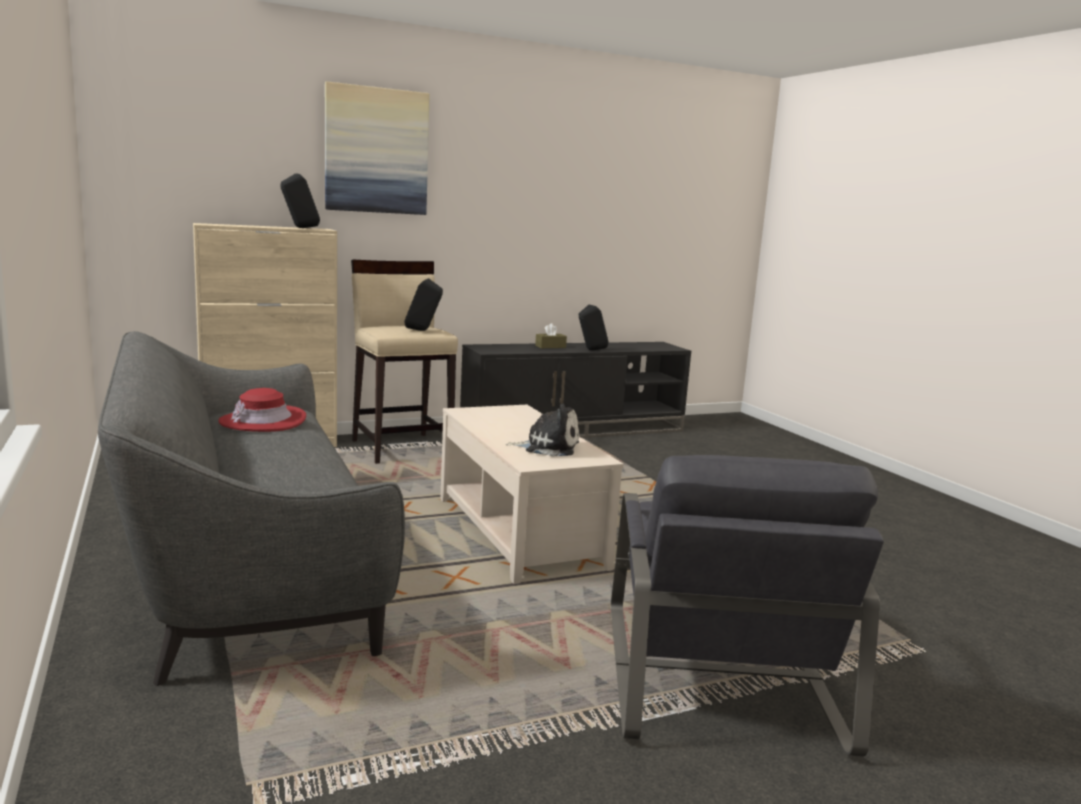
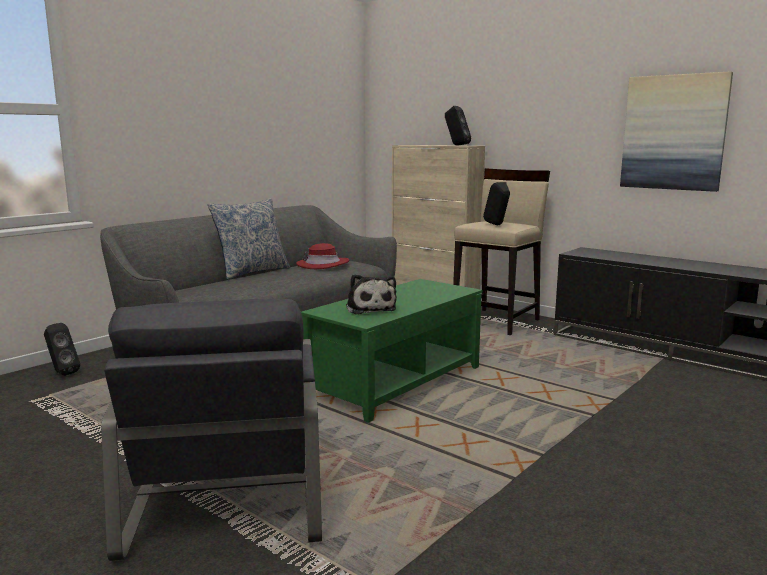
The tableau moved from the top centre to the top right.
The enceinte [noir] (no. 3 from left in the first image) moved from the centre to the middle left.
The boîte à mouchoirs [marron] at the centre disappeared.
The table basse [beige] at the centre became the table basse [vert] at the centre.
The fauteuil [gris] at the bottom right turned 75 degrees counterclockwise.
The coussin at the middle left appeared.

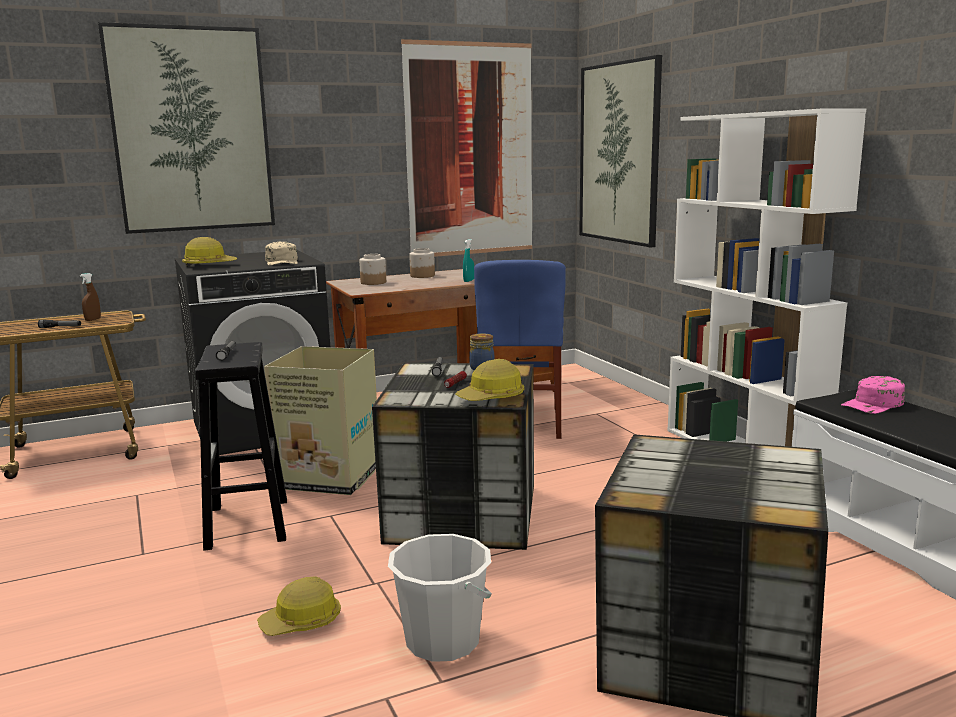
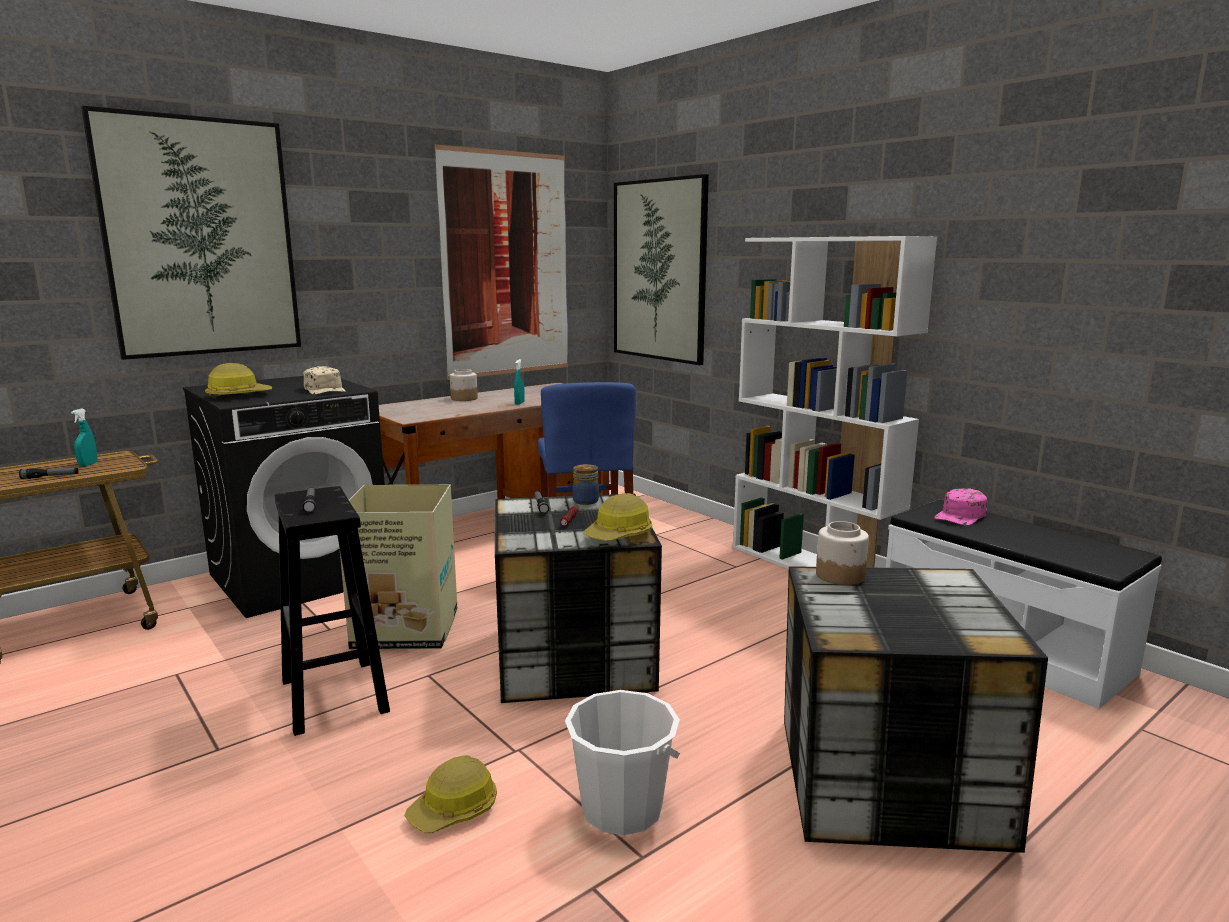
The bocal (no. 1 from left in the first image) moved from the centre to the middle right.
The vaporisateur [marron] at the middle left became the vaporisateur [turquoise] (no. 1 from left) at the middle left.

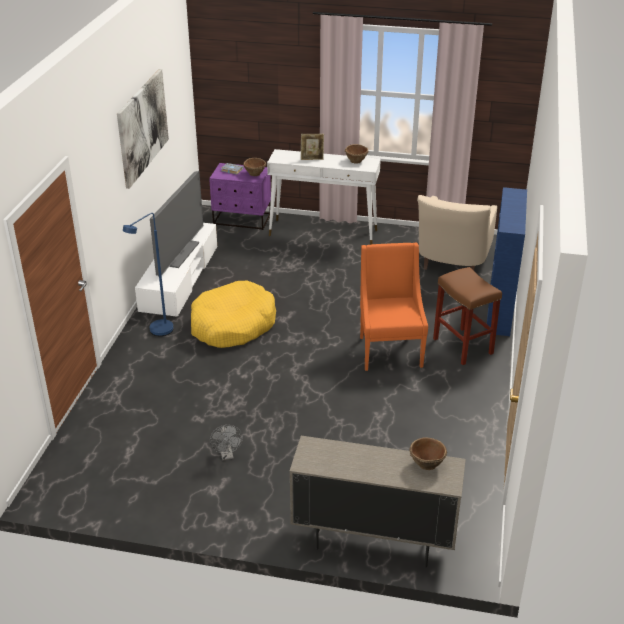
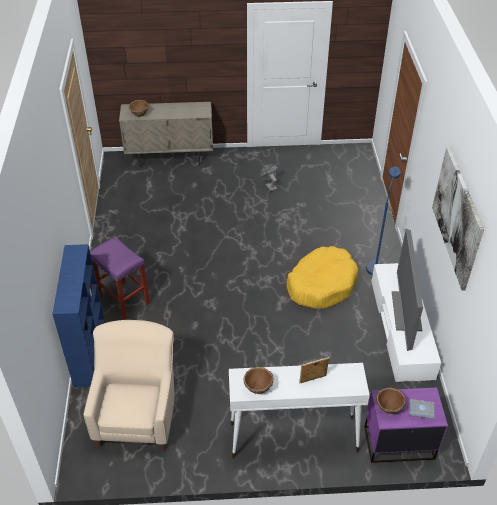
The fauteuil [orange] at the centre disappeared.
The tabouret [marron] at the middle right became the tabouret [violet] at the middle left.

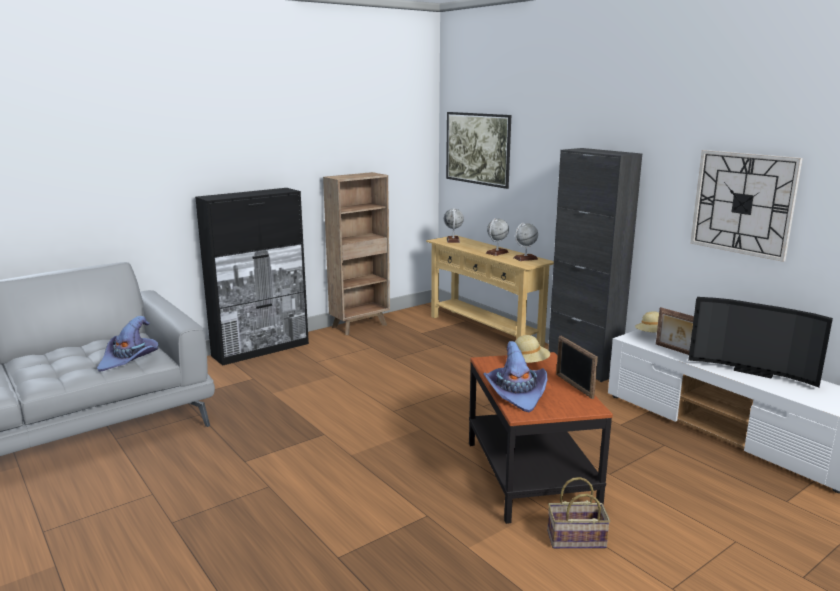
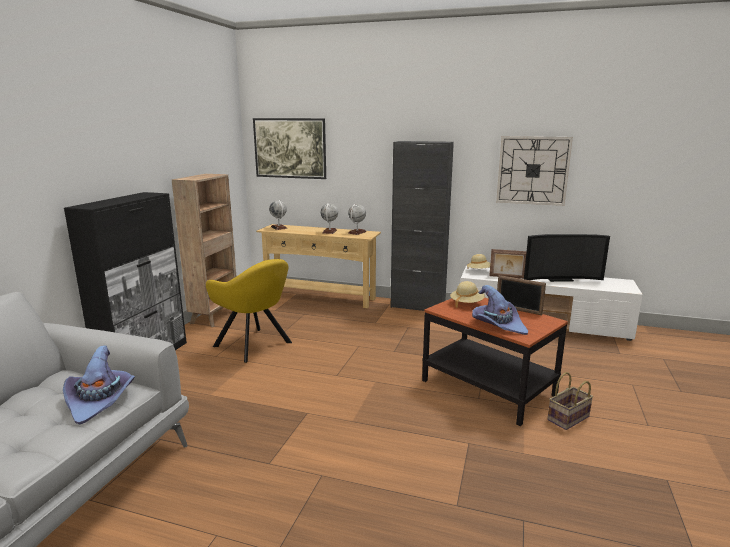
The fauteuil [jaune] at the centre appeared.

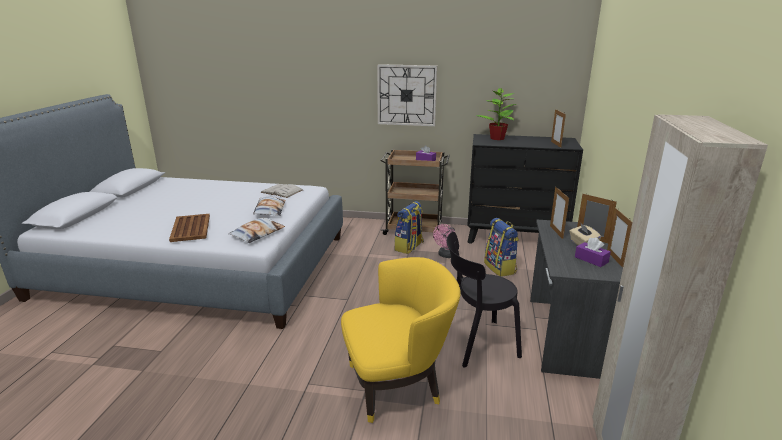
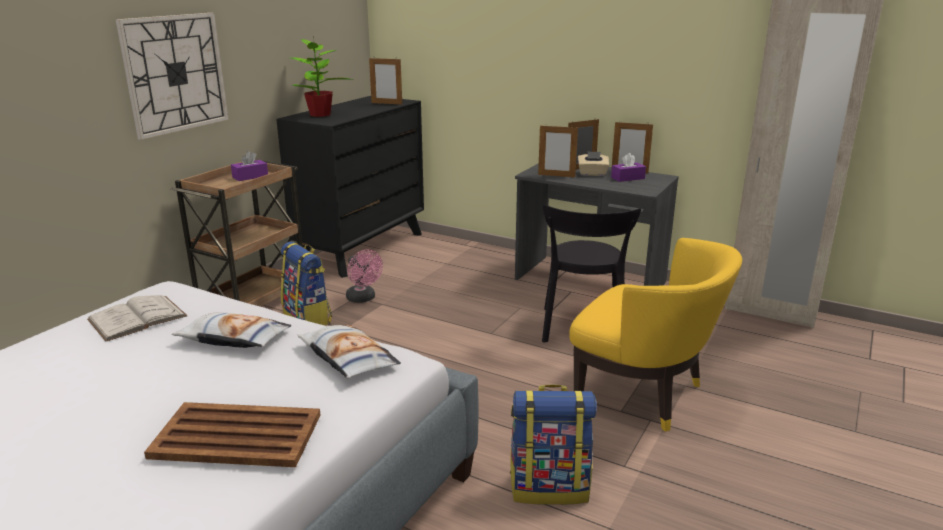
The sac à dos (no. 2 from left) moved from the centre to the bottom centre.
The fauteuil [jaune] at the bottom centre turned 120 degrees clockwise.

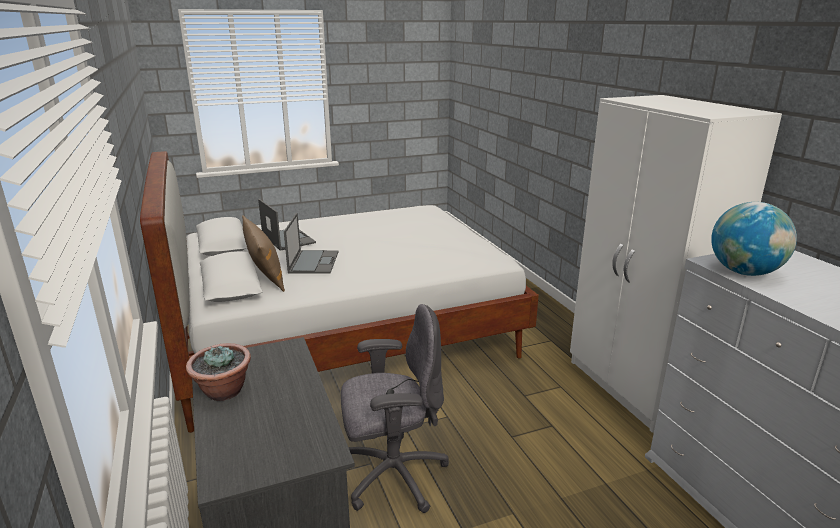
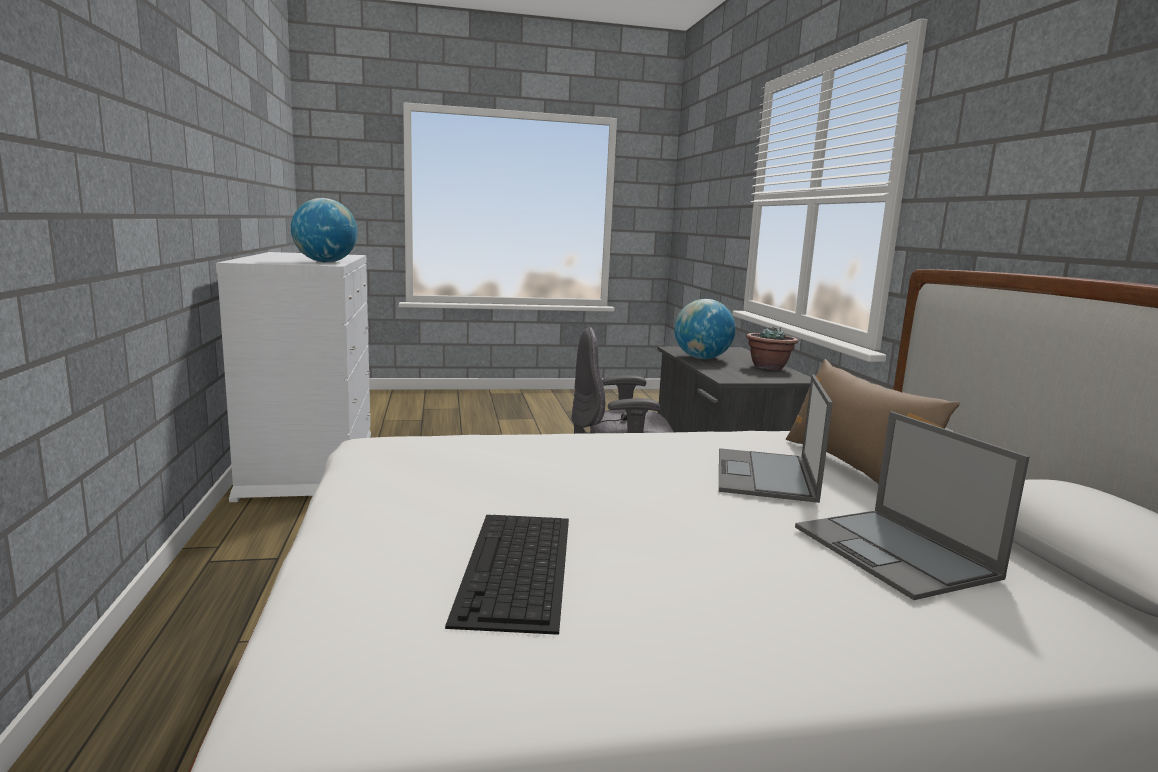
The armoire [blanc] at the middle right disappeared.
The globe (no. 2 from left) at the centre appeared.
The clavier at the bottom centre appeared.

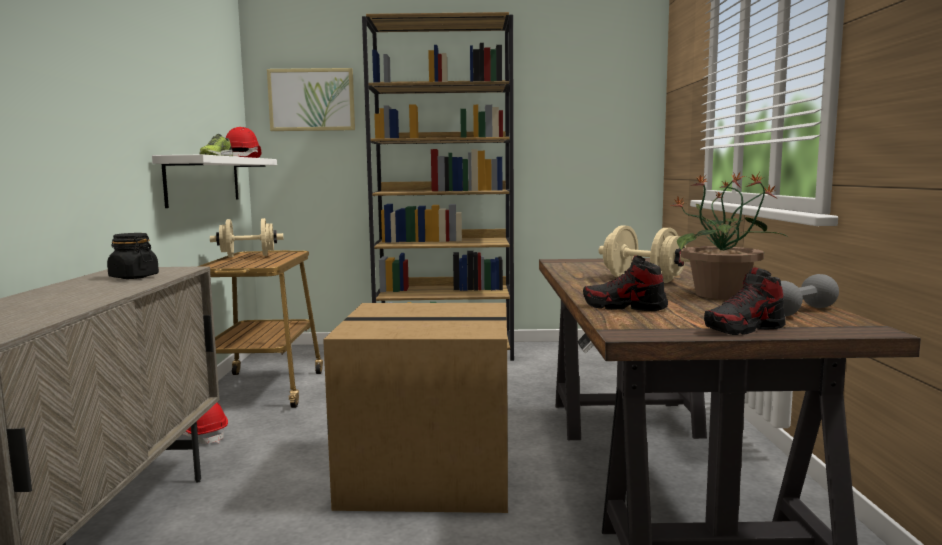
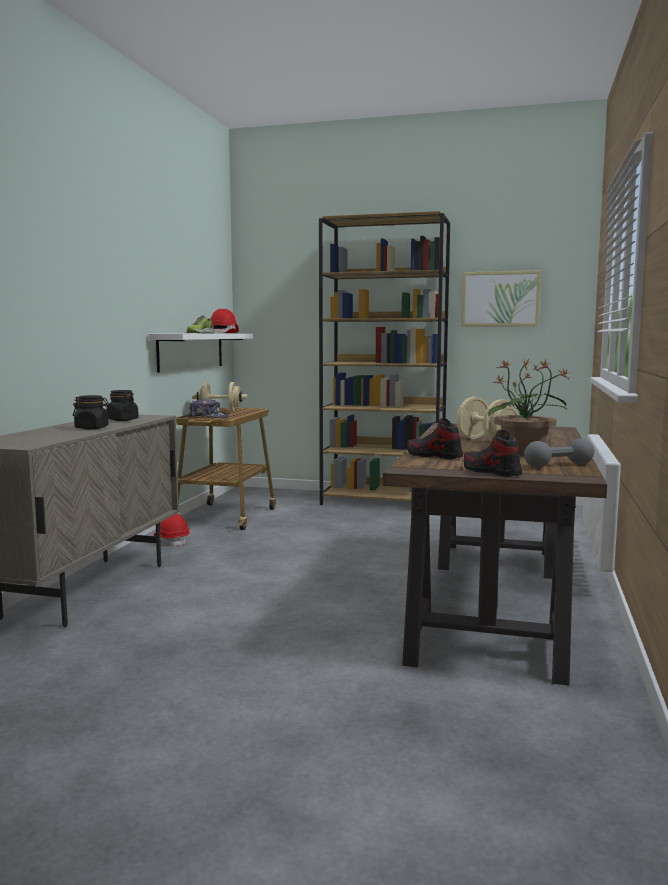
The tableau moved from the top left to the middle right.
The chaussure (no. 3 from left) at the middle right turned 60 degrees clockwise.
The carton at the bottom centre disappeared.
The bocal [noir] (no. 1 from left) at the middle left appeared.
The casquette at the middle left appeared.

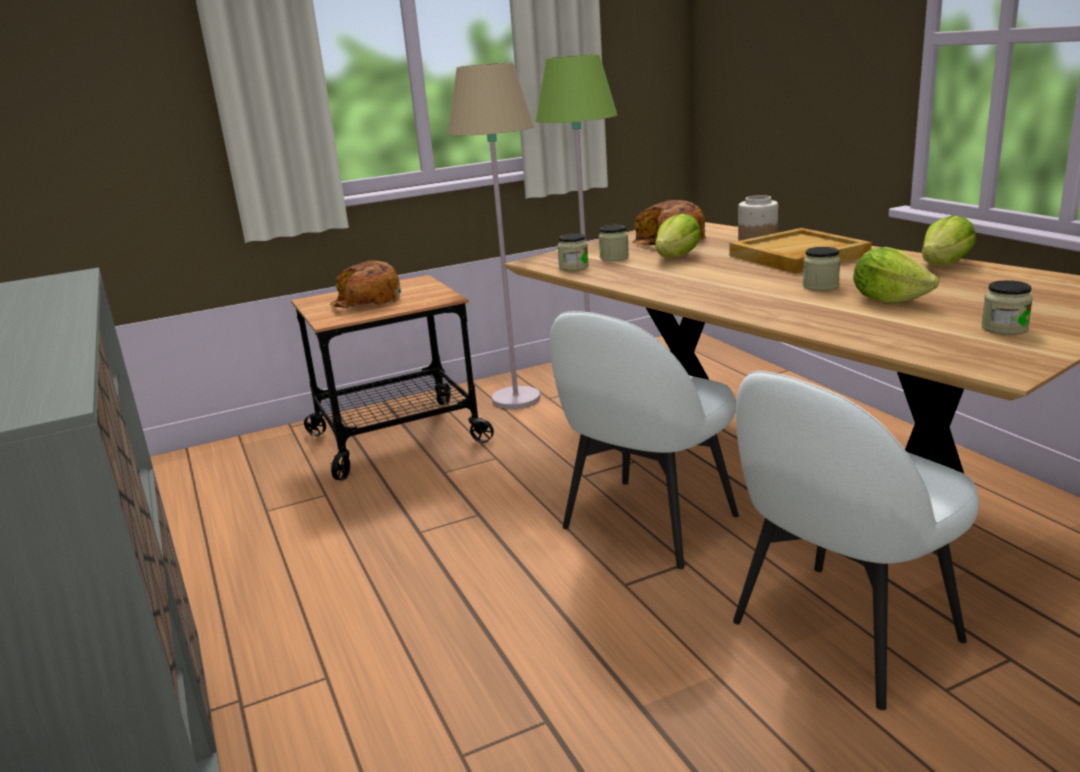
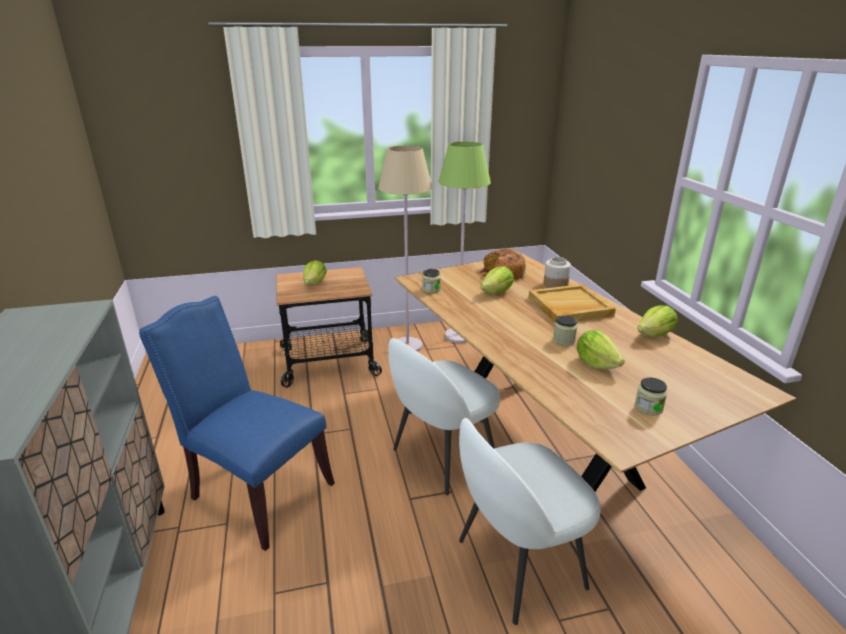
The bocal (no. 2 from left) at the top centre disappeared.
The pain (no. 1 from left) at the centre was replaced by the laitue (no. 1 from left) at the centre.
The chaise [bleu] at the bottom left appeared.

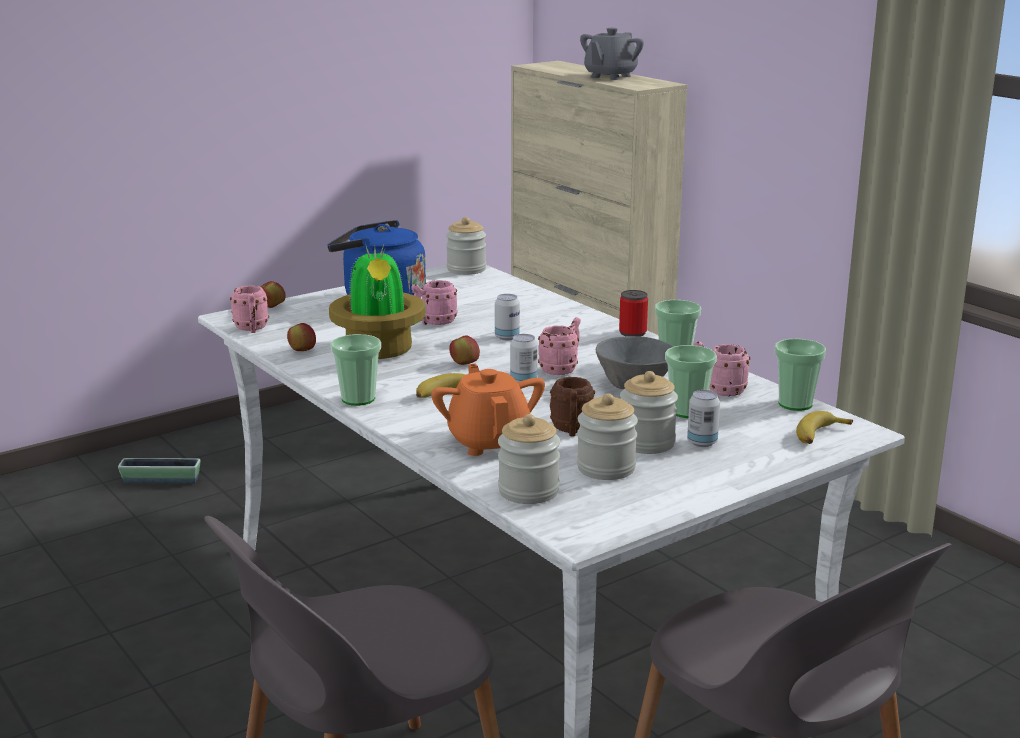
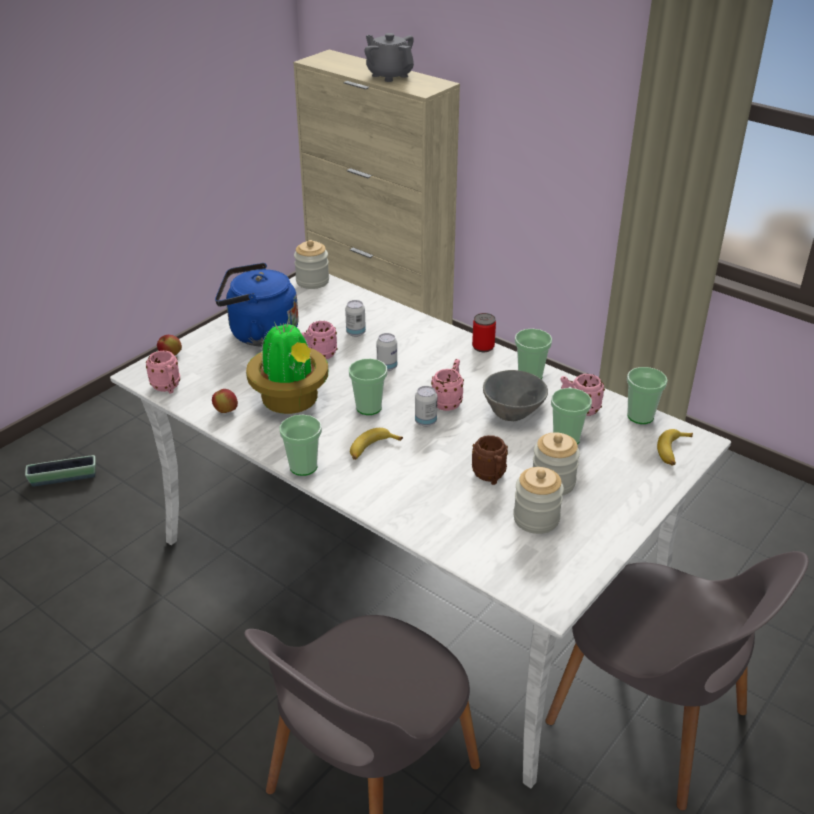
The théière [gris] at the top centre turned 120 degrees clockwise.
The pomme (no. 3 from left) at the centre was replaced by the tasse (no. 2 from left) at the centre.
The théière [orange] at the centre disappeared.
The boîte métallique (no. 4 from left in the first image) moved from the middle right to the centre.
The bocal (no. 2 from left) at the centre disappeared.

